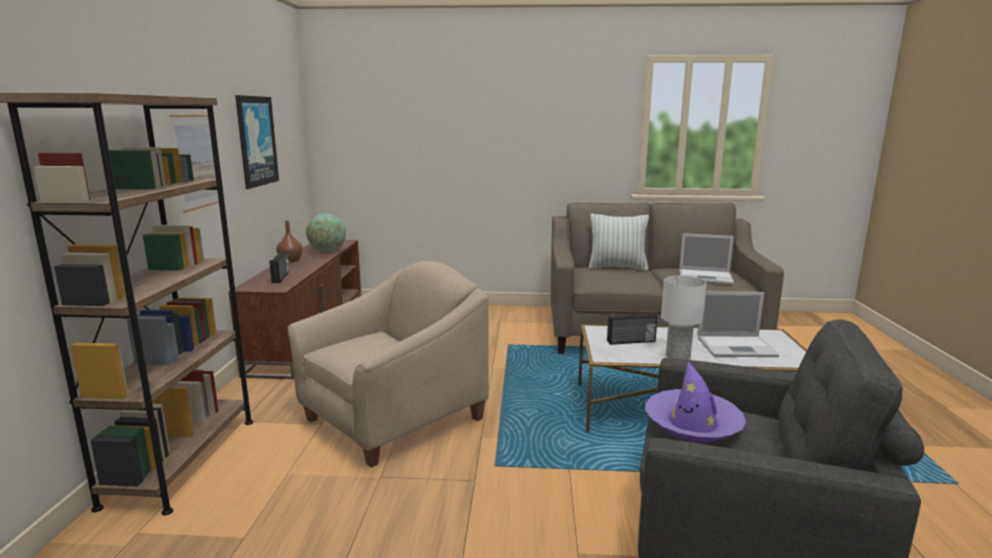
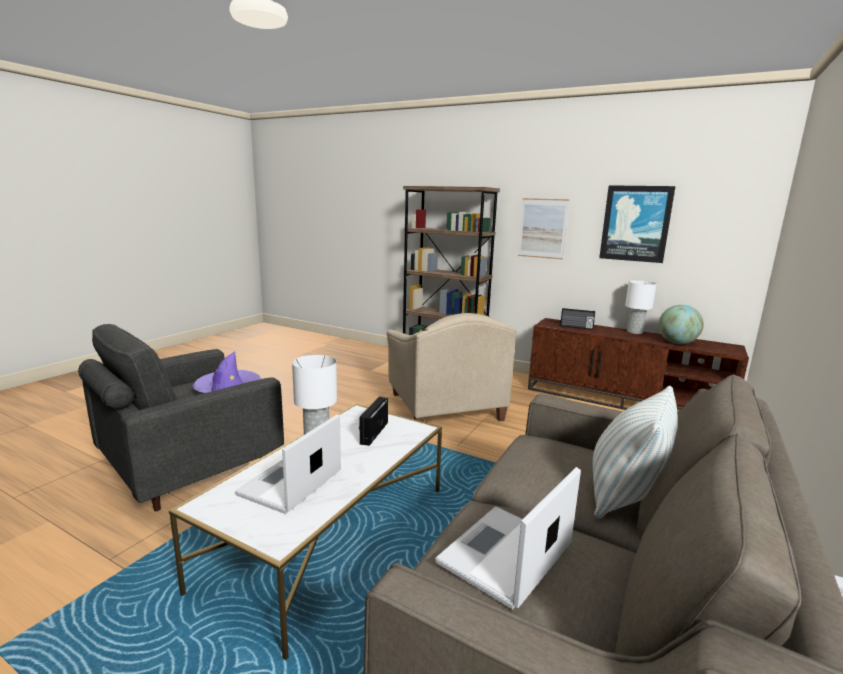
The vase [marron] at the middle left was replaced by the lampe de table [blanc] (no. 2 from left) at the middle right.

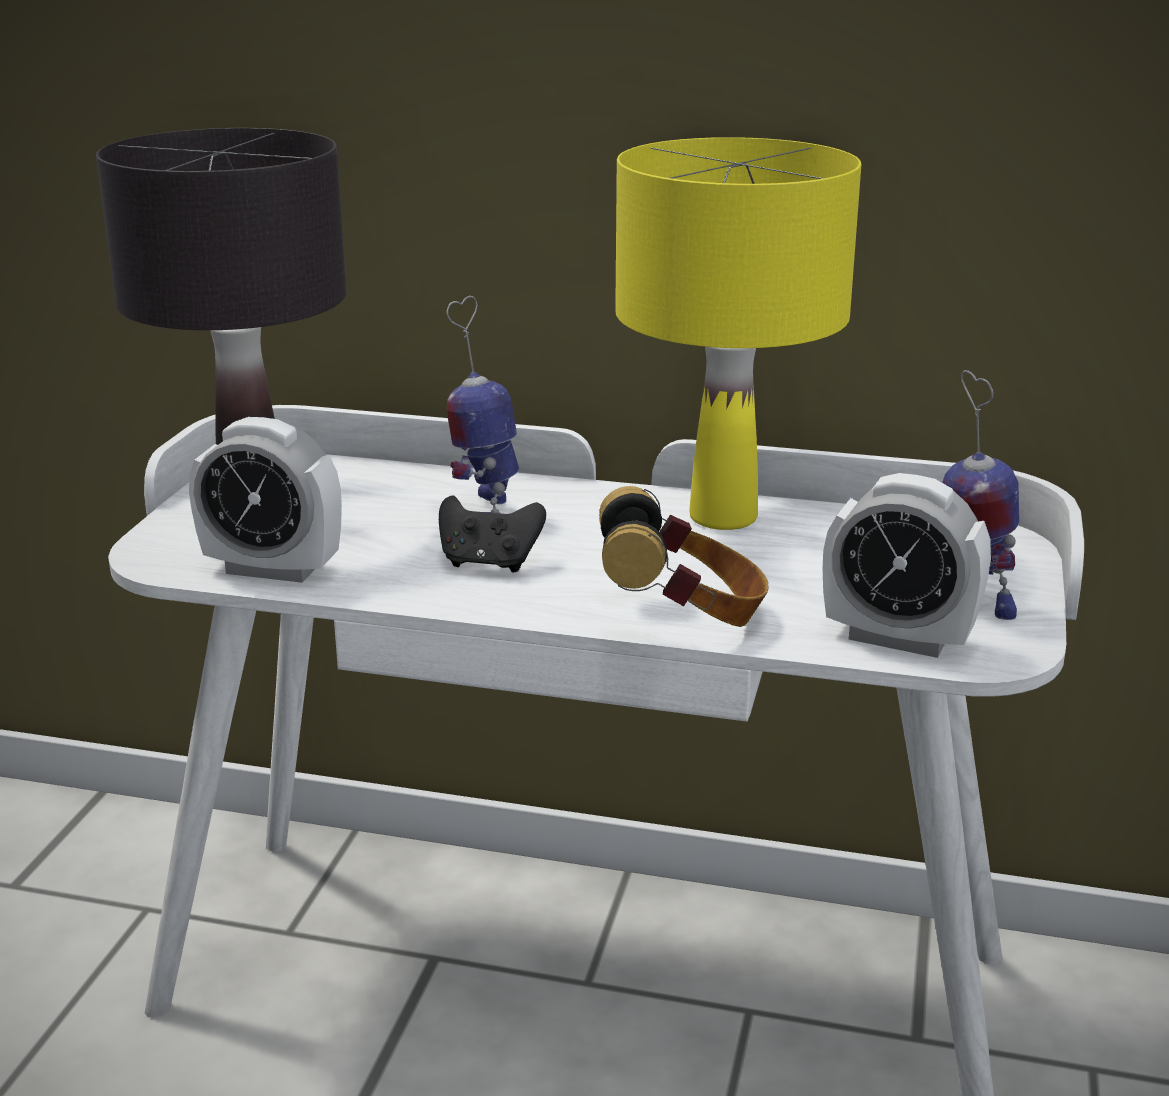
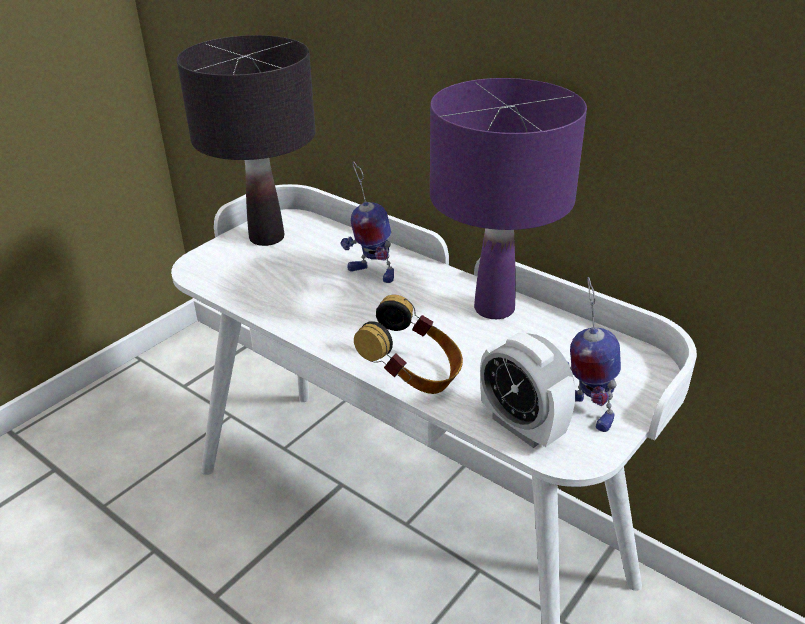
The lampe de table [jaune] at the top centre became the lampe de table [violet] at the top centre.
The robot jouet (no. 1 from left) at the centre turned 90 degrees counterclockwise.
The réveil (no. 1 from left) at the middle left disappeared.
The manette [noir] at the centre disappeared.

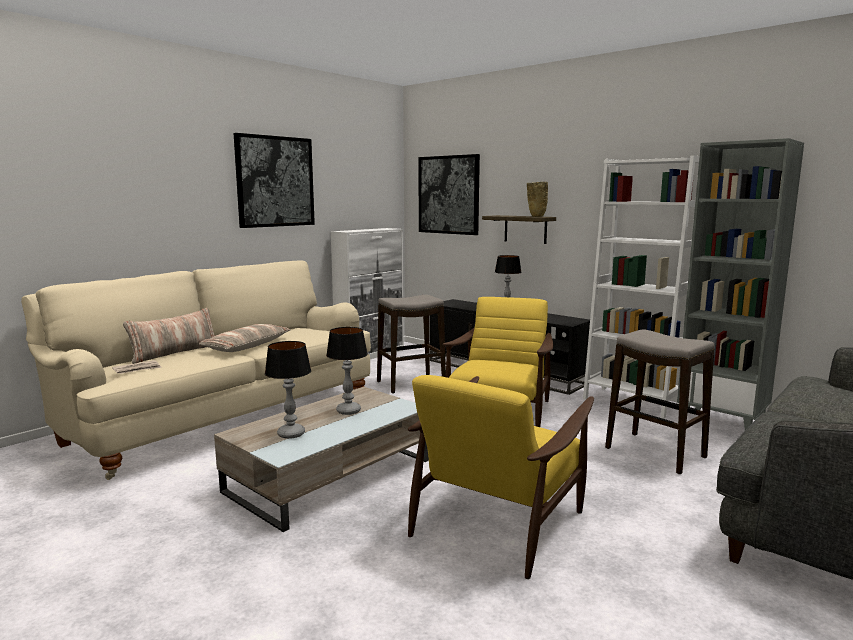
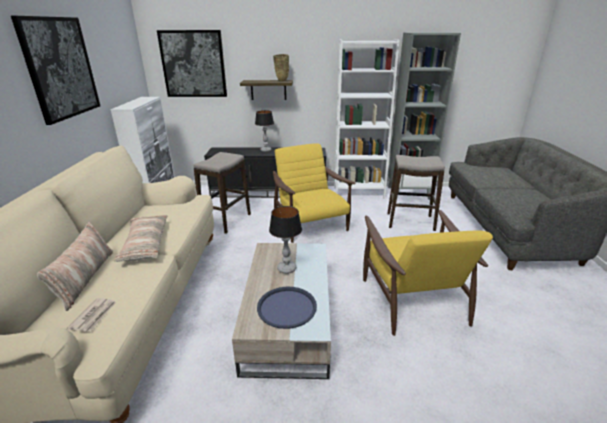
The lampe de table (no. 1 from left) at the centre was replaced by the plateau [bleu] at the bottom centre.

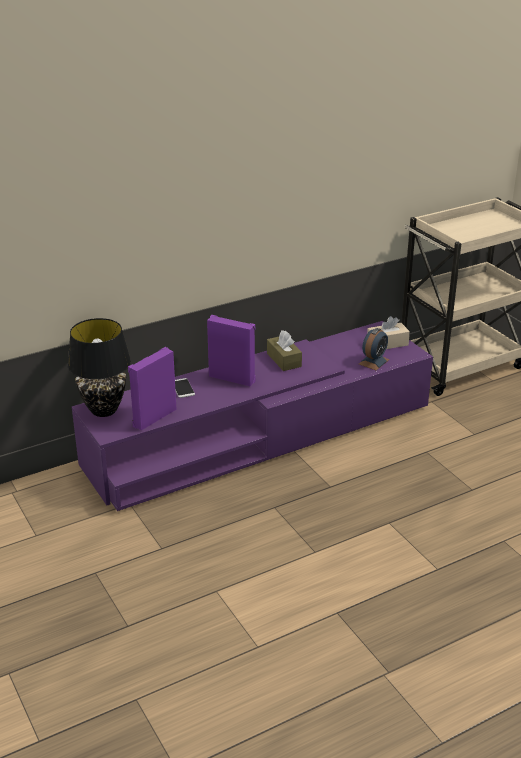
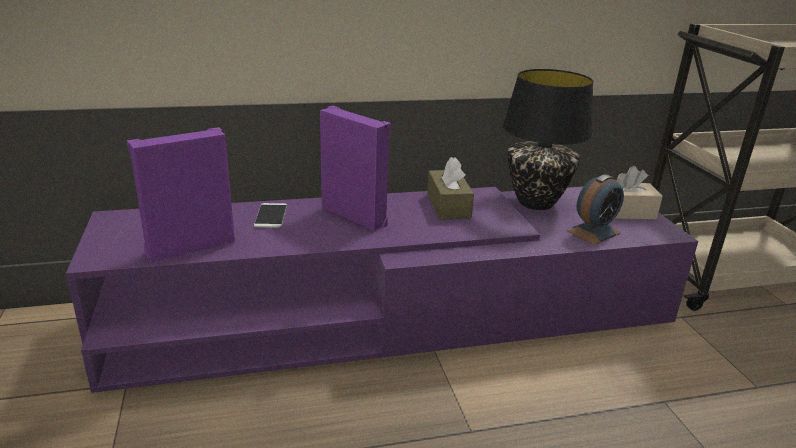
The lampe de table [noir] moved from the middle left to the top right.

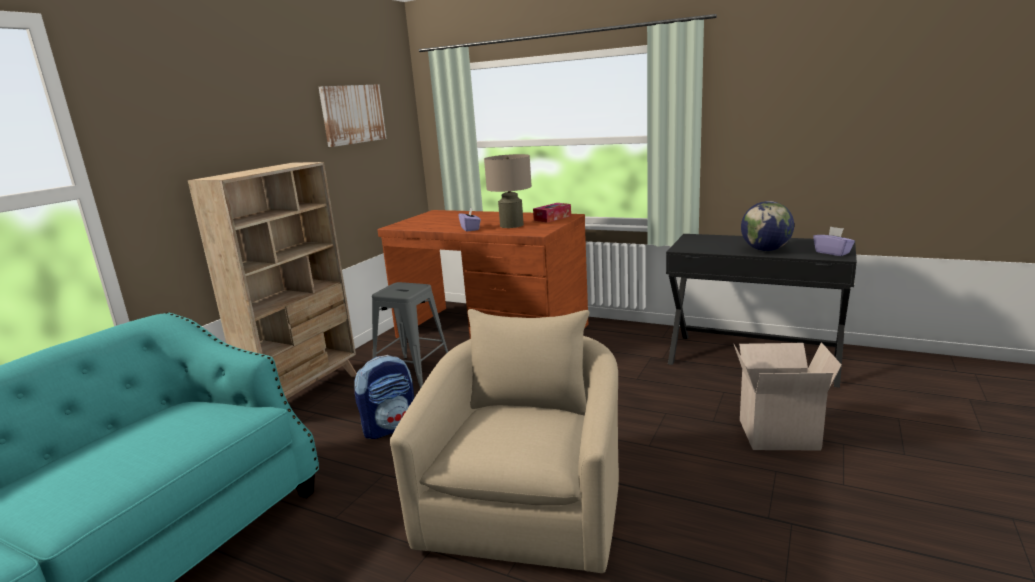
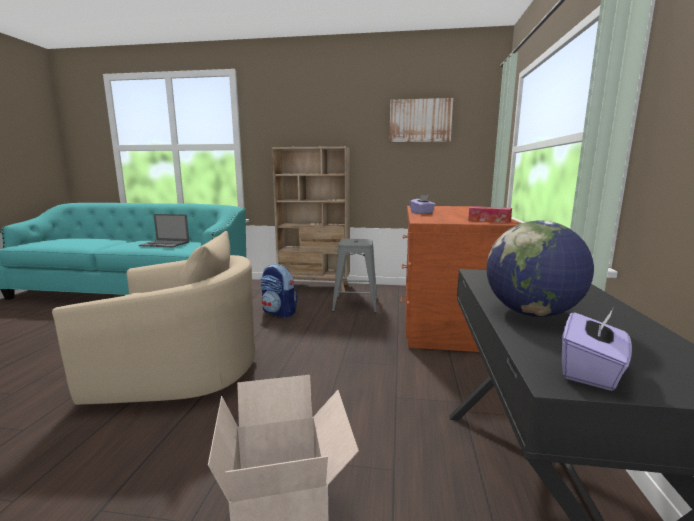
The lampe de table [beige] at the top centre disappeared.
The ordinateur portable at the middle left appeared.

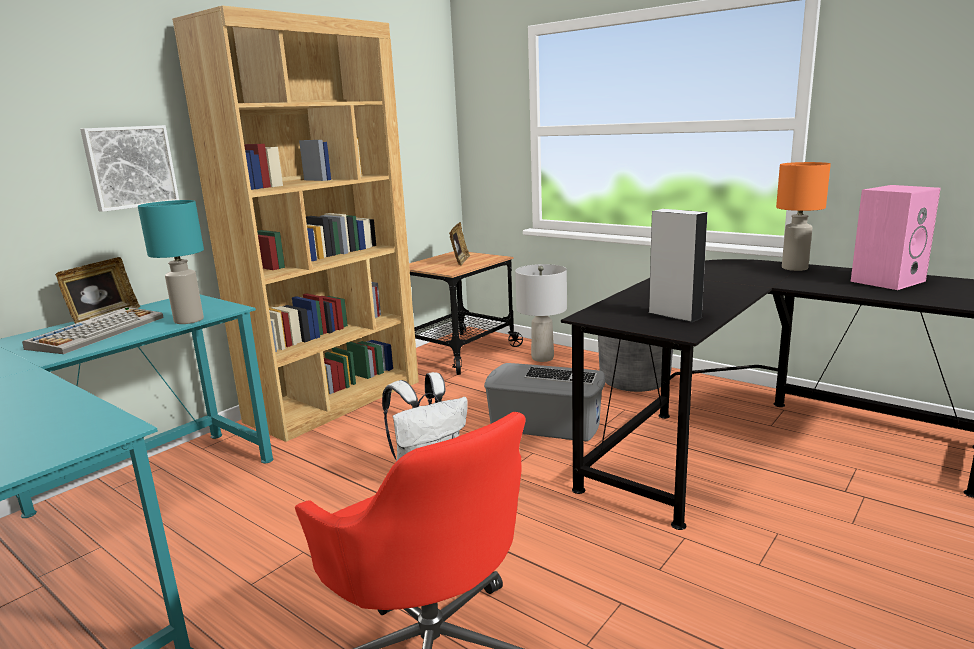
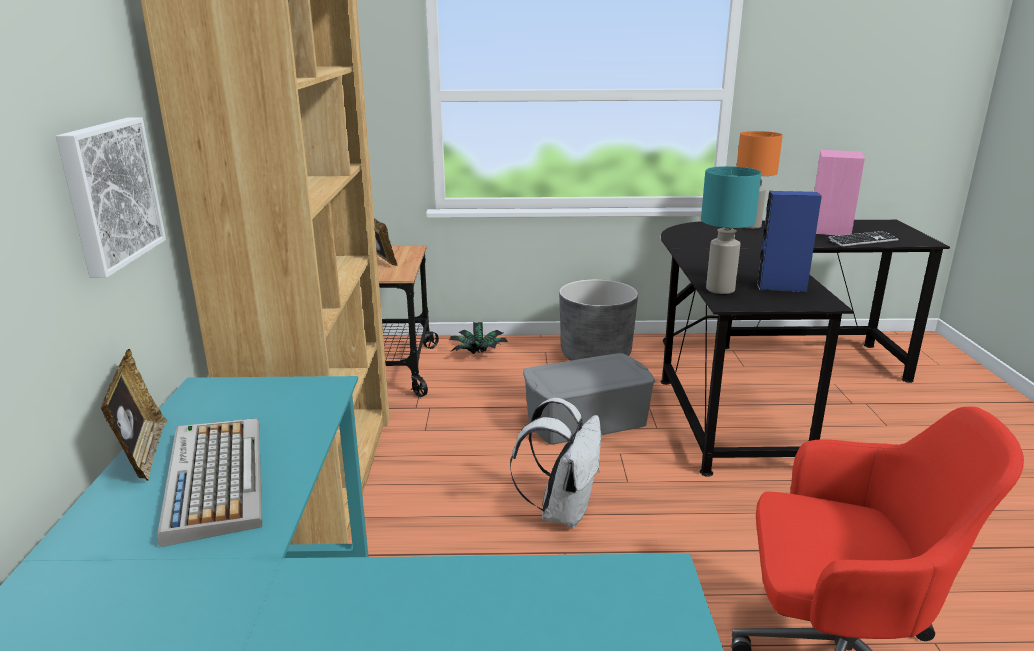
The lampe de table [turquoise] moved from the middle left to the middle right.
The enceinte [gris] at the middle right became the enceinte [bleu] at the middle right.
The lampe de table [gris] at the centre was replaced by the plante en pot at the centre.
The clavier (no. 2 from left) moved from the centre to the middle right.

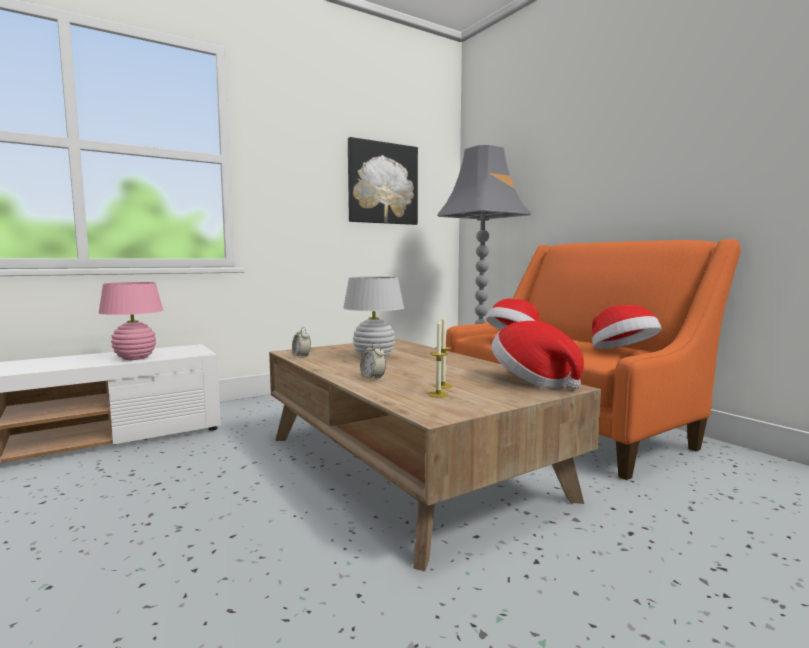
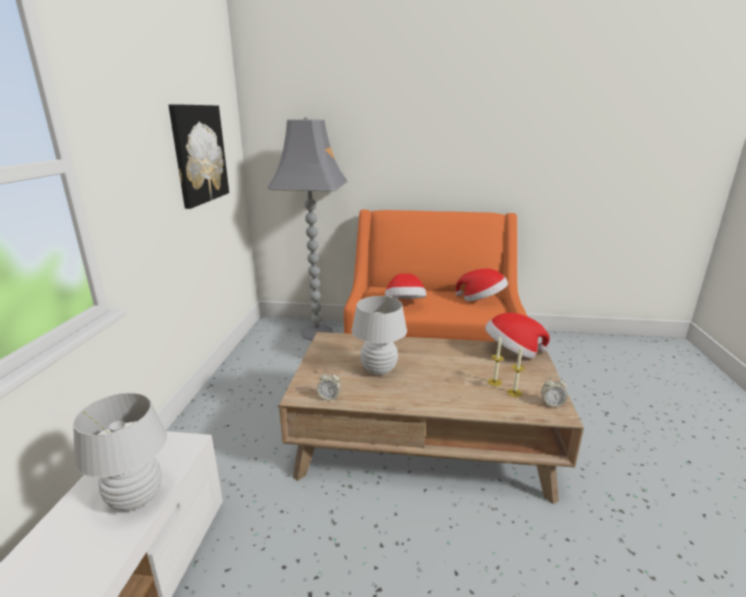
The lampe de table [rose] at the middle left became the lampe de table [blanc] (no. 1 from left) at the bottom left.
The réveil (no. 2 from left) moved from the centre to the middle right.

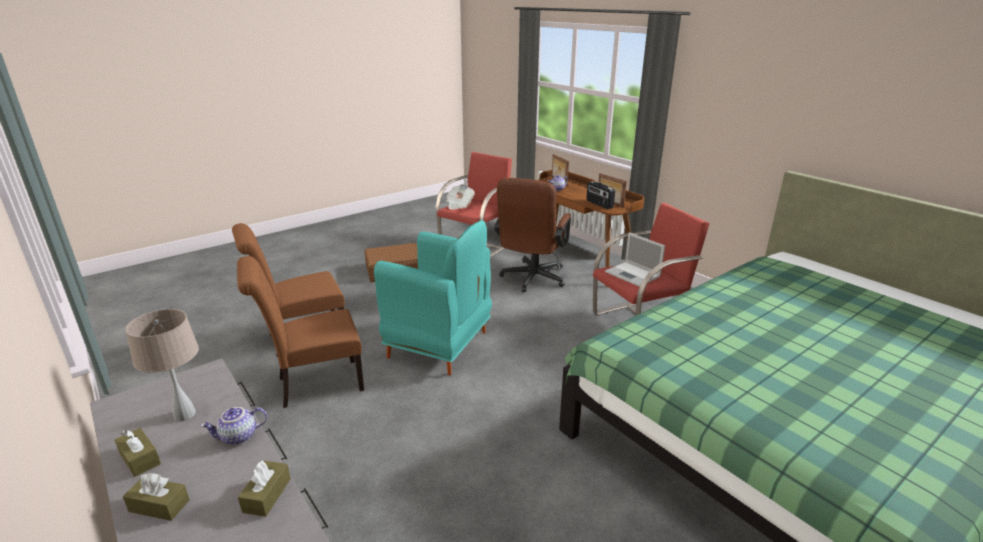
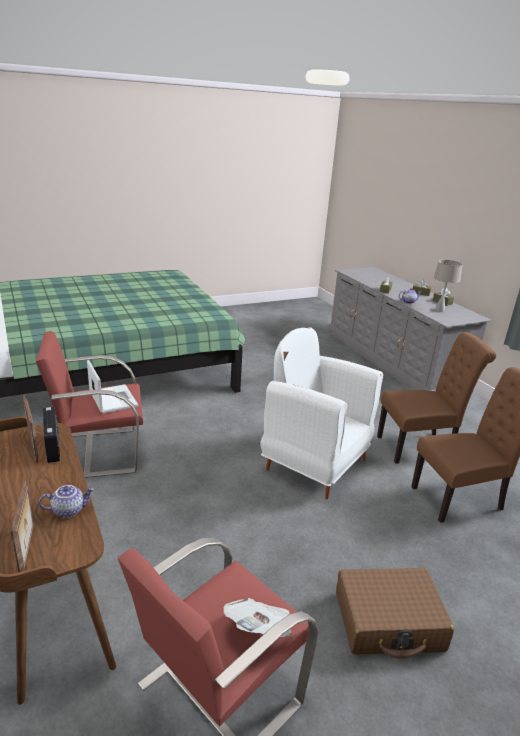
The chaise de bureau [marron] at the centre disappeared.
The fauteuil [turquoise] at the centre became the fauteuil [blanc] at the centre.

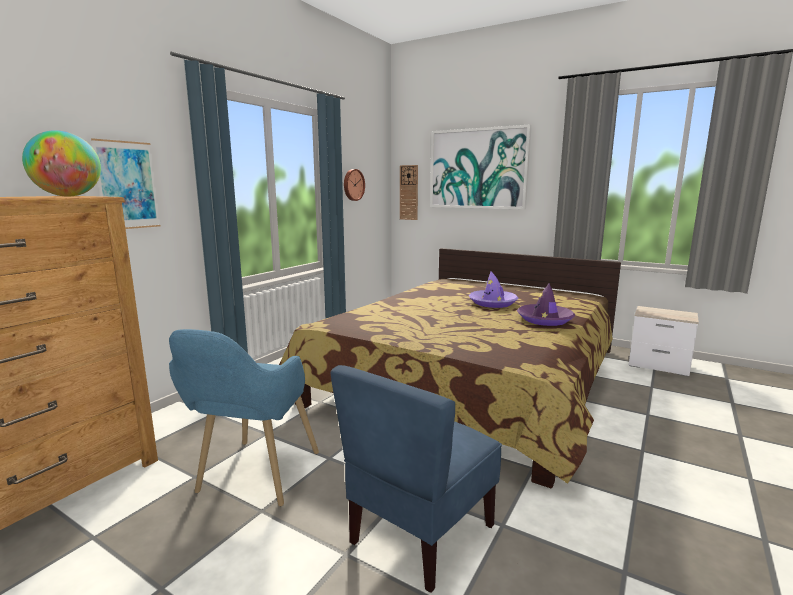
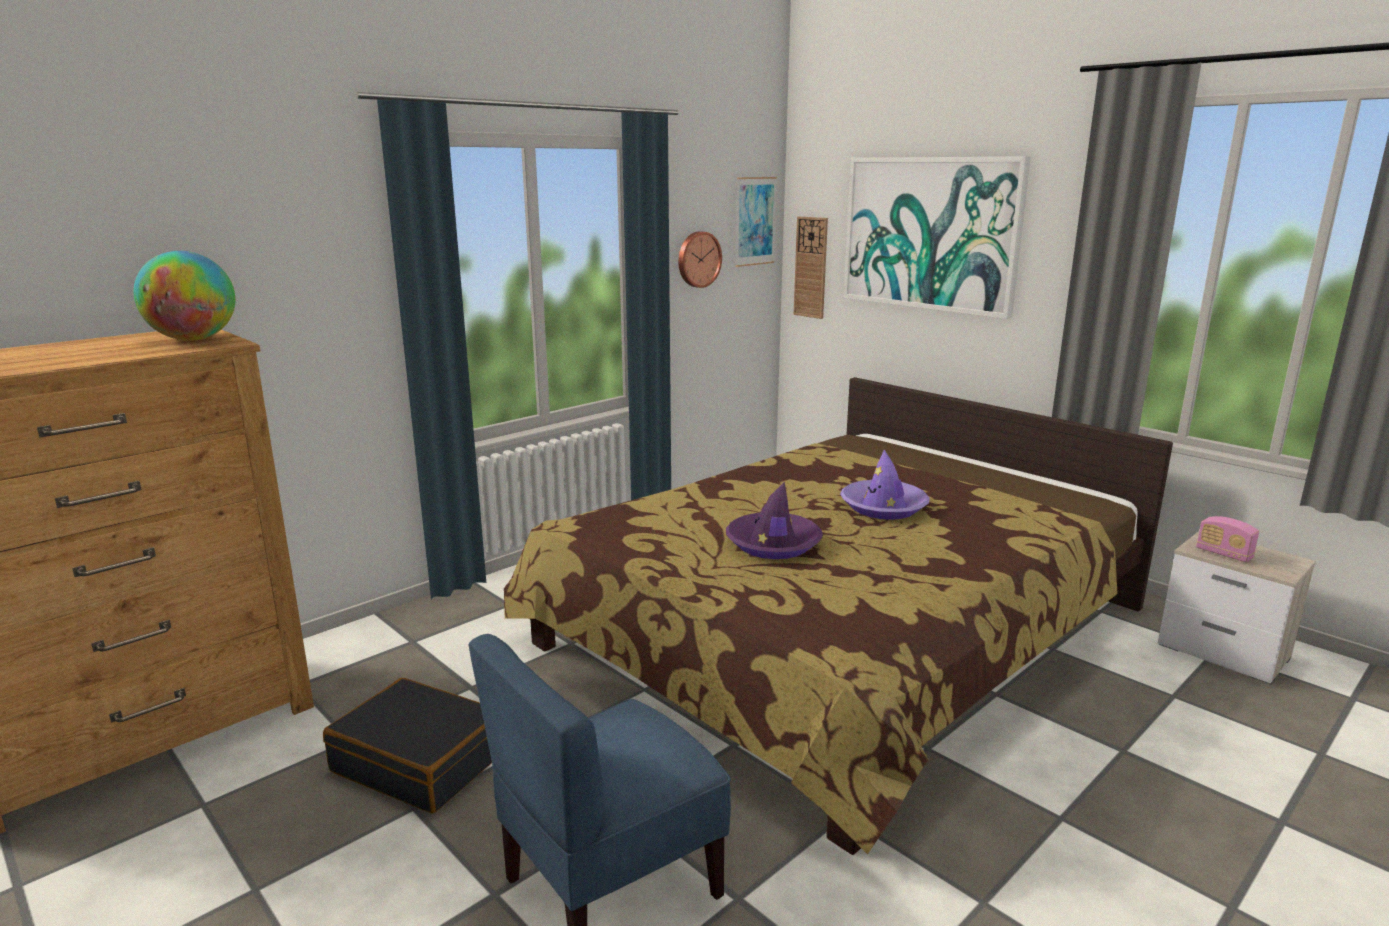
The tableau (no. 1 from left) moved from the top left to the top centre.
The chapeau [violet] (no. 2 from left in the first image) moved from the middle right to the centre.
The fauteuil [bleu] at the bottom left was replaced by the valise [noir] at the bottom left.
The radio at the middle right appeared.

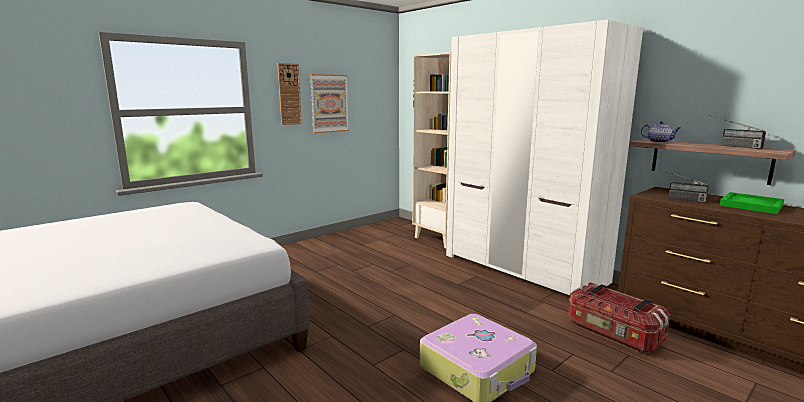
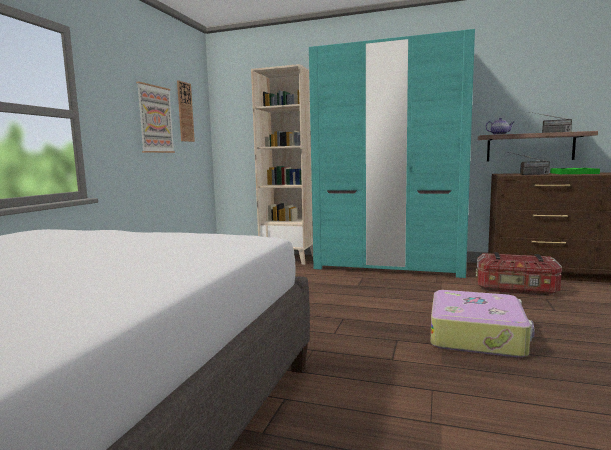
The armoire [blanc] at the middle right became the armoire [turquoise] at the centre.
The horloge murale moved from the top centre to the top left.

